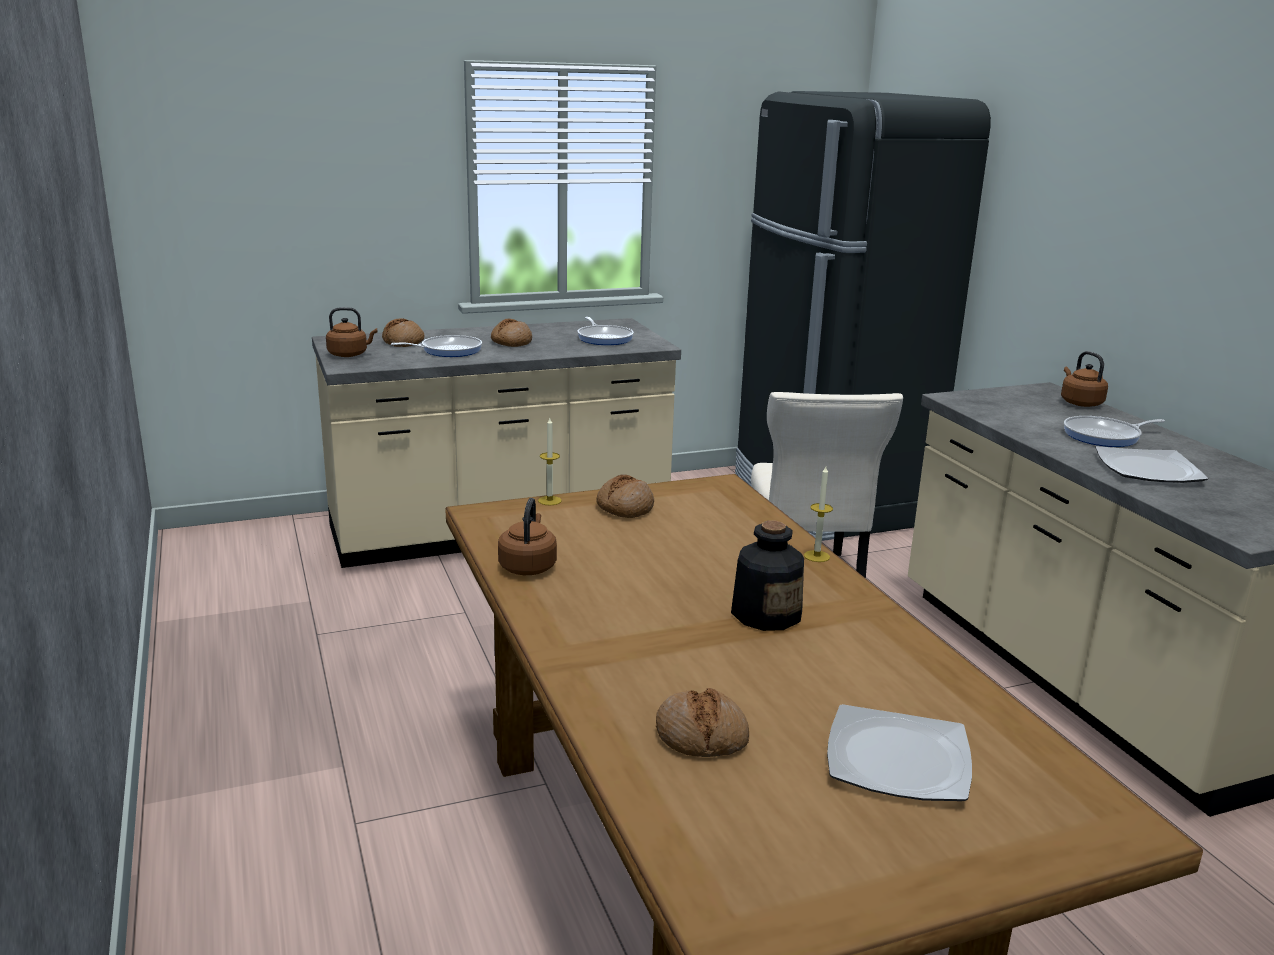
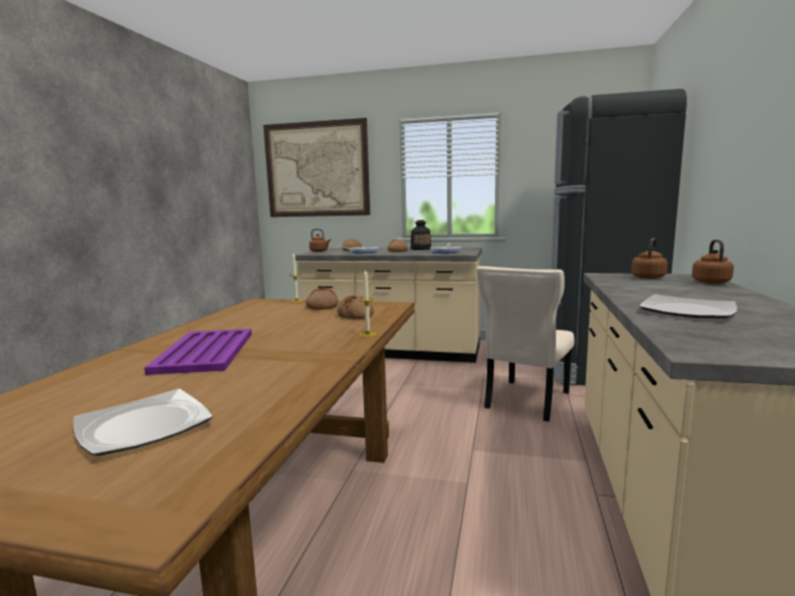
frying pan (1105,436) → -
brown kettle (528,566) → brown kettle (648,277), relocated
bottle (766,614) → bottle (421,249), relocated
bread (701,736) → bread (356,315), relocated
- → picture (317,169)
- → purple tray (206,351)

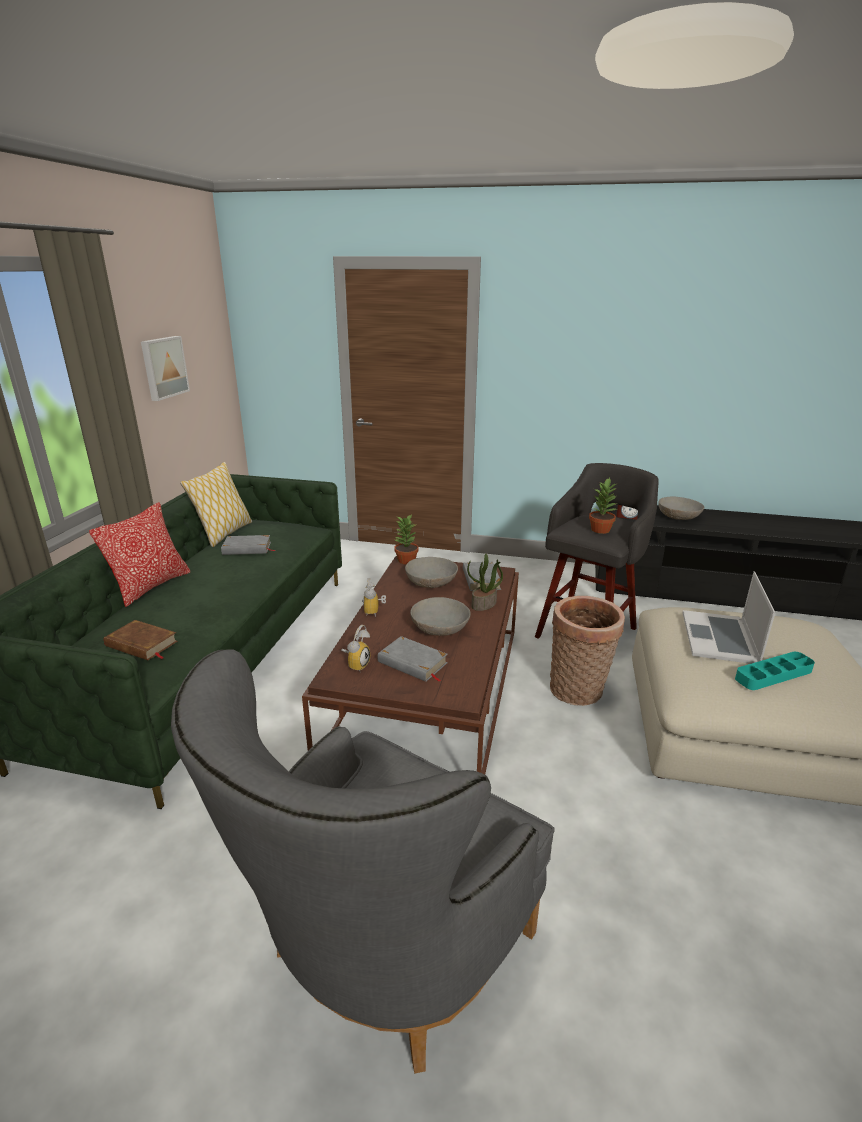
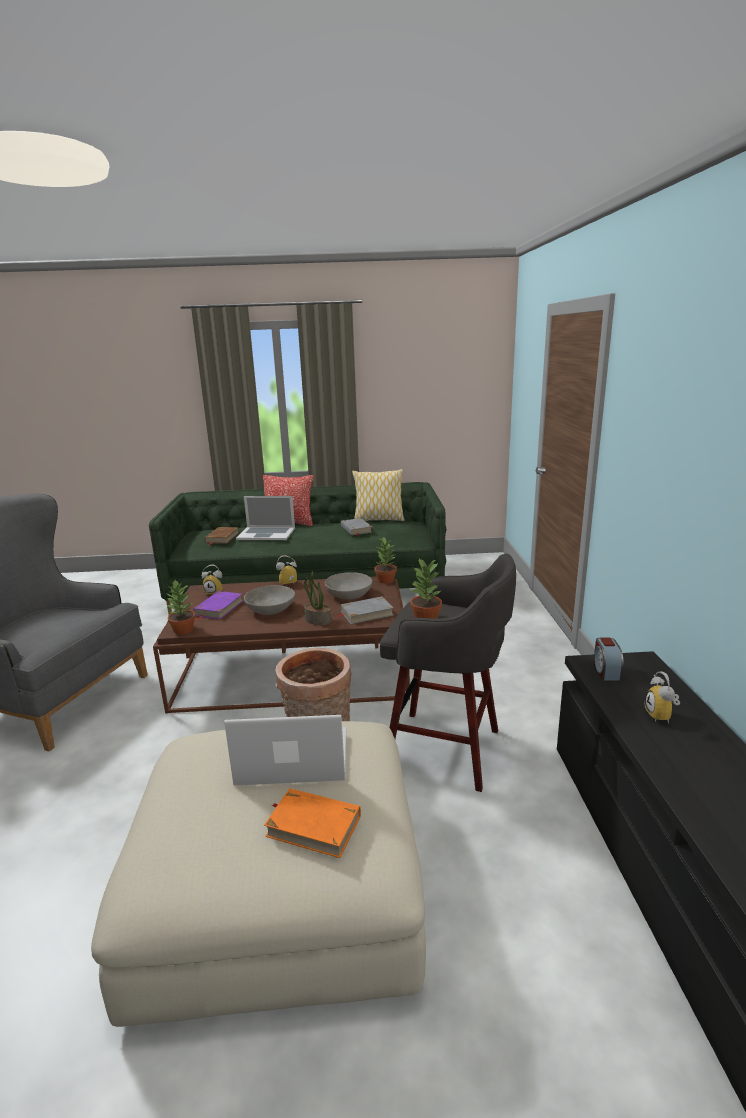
picture (163,367) → -
grey bowl (679,517) → alarm clock (662,716)
grey book (412,663) → purple book (219,608)
turquoise tray (773,674) → -
- → laptop (266,533)
- → potted plant (183,630)
- → orange book (313,825)

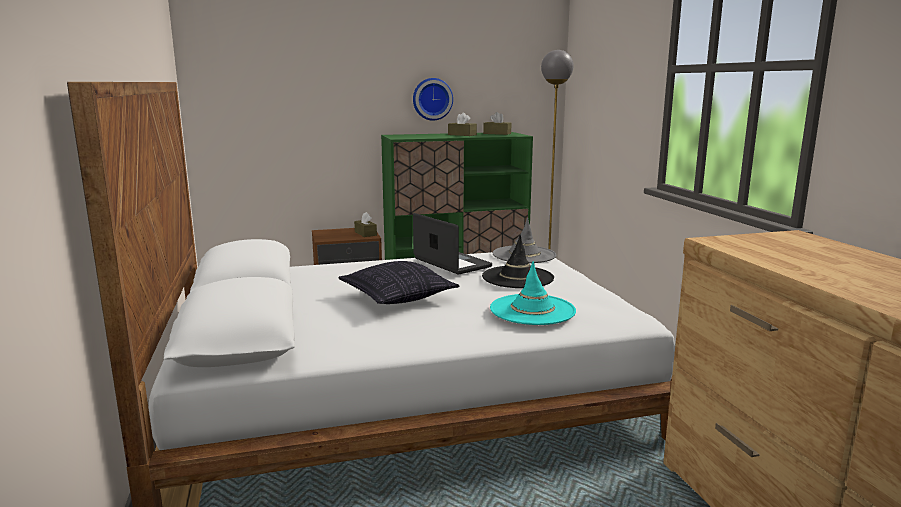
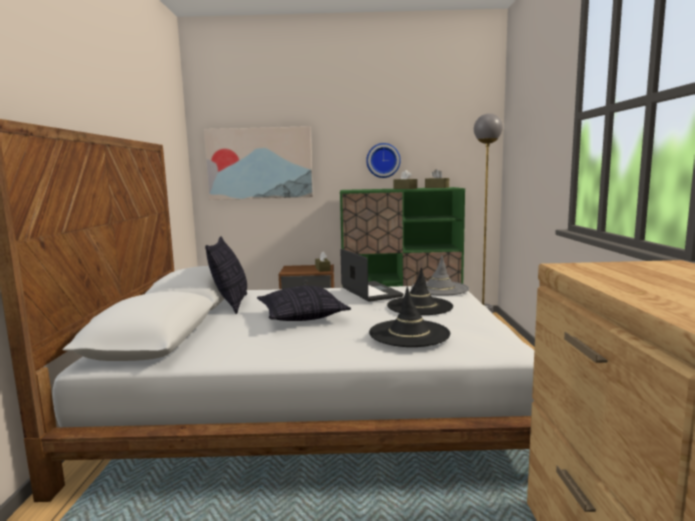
turquoise hat (532,310) → black hat (409,333)
- → picture (259,163)
- → pillow (231,304)

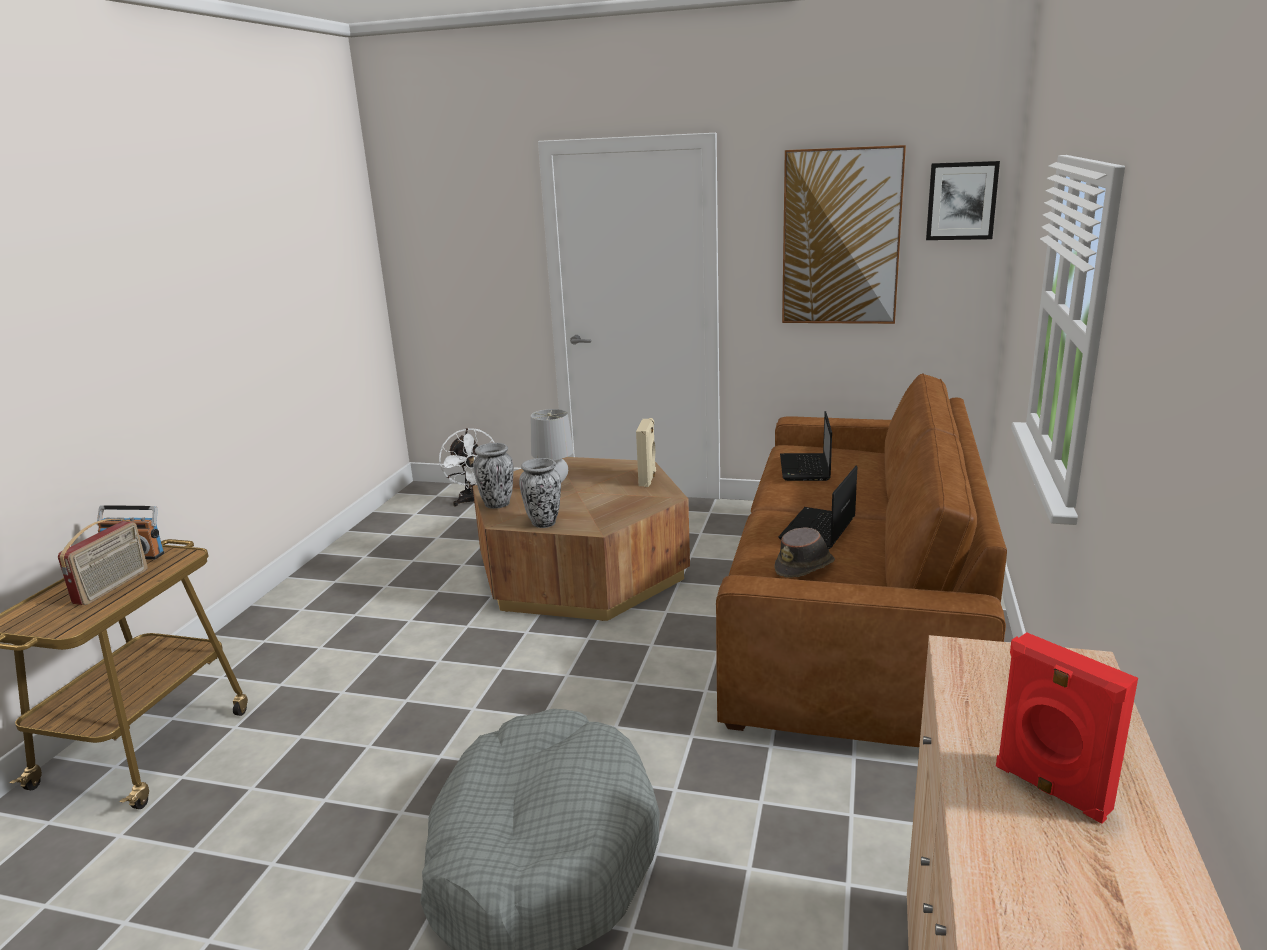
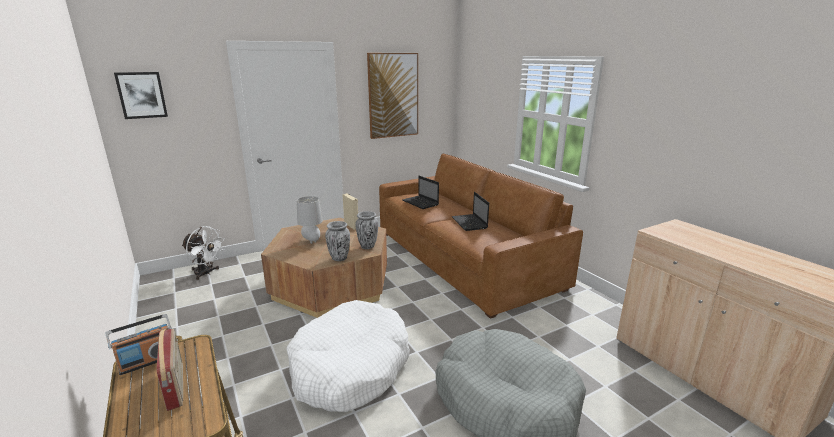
picture (961,201) → picture (142,95), relocated
vase (497,504) → vase (367,246), relocated
brown hat (805,567) → -
red speaker (1050,790) → -
- → white dog bed (350,367)

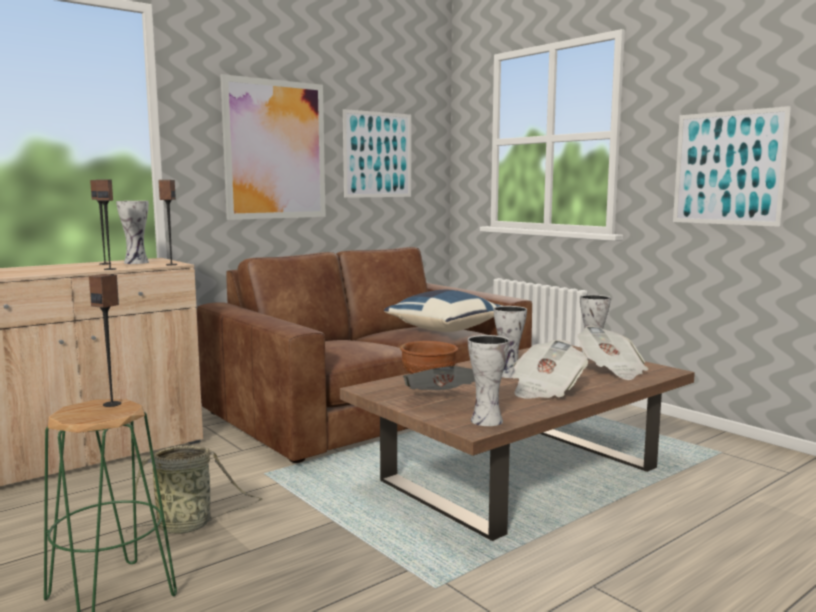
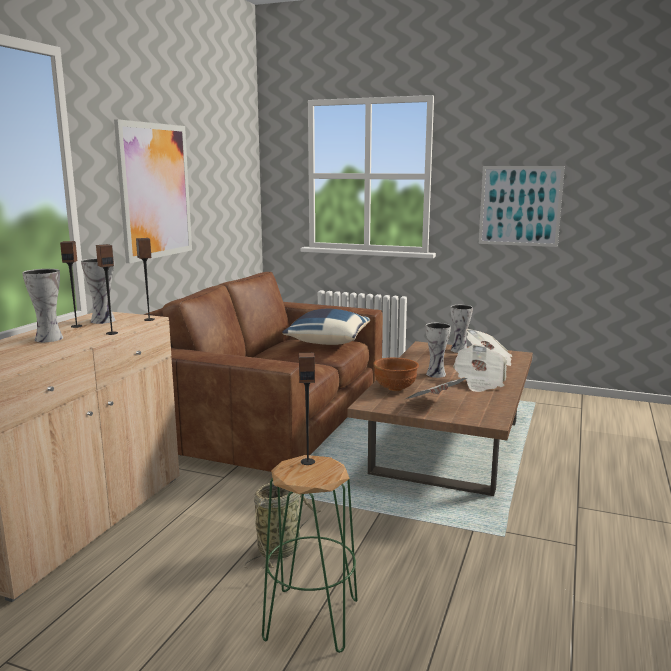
picture (378,155) → -
vase (485,420) → vase (47,338), relocated

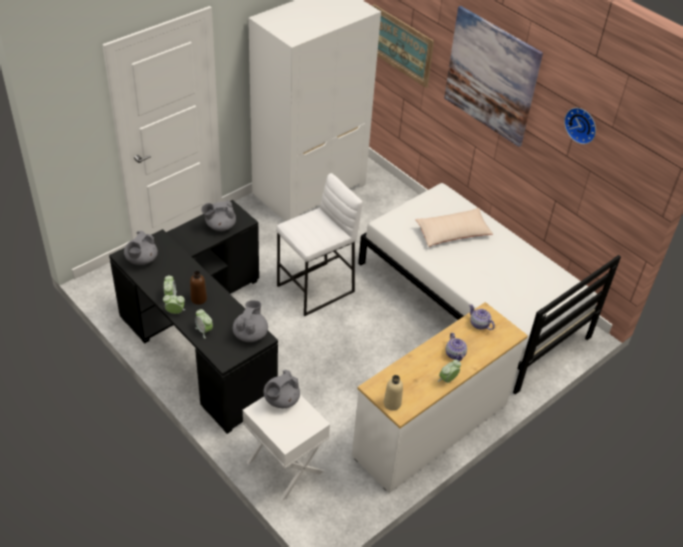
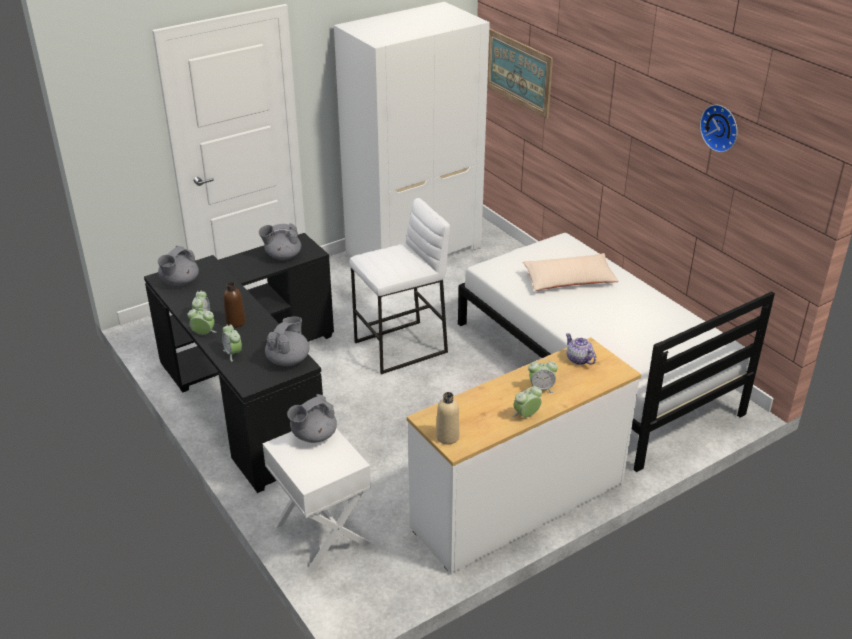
picture (491,76) → -
teapot (455,354) → alarm clock (541,388)

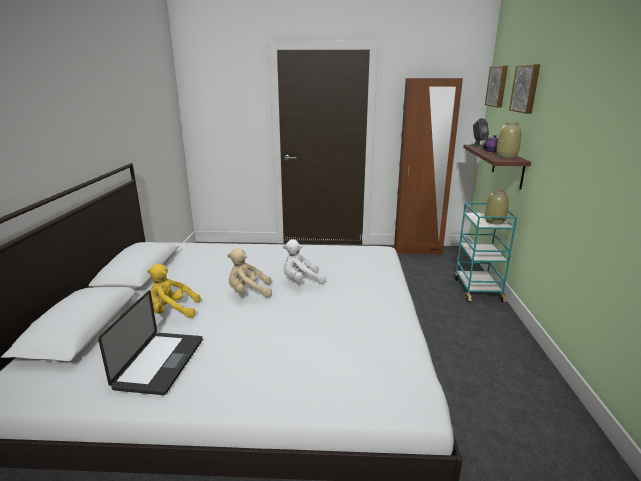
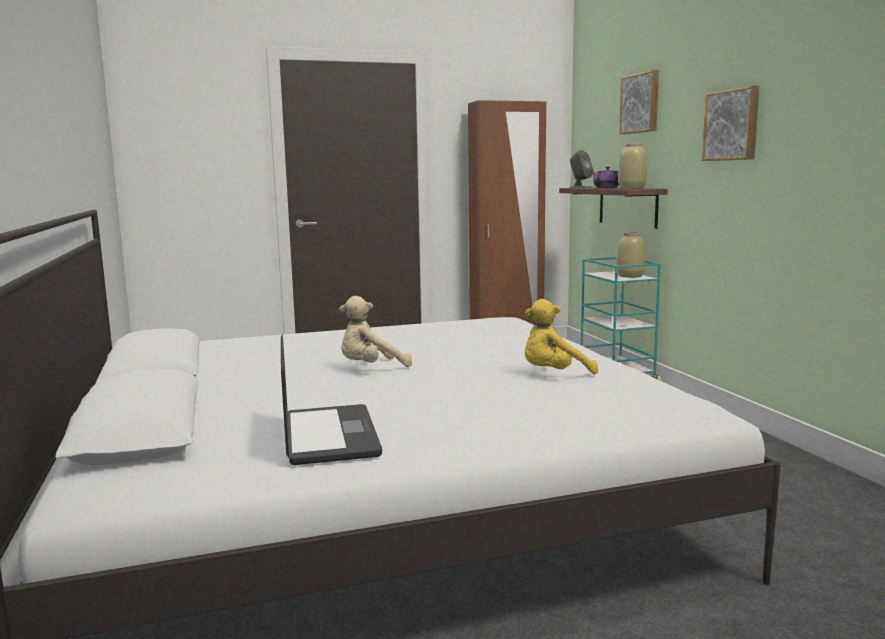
picture (498,86) → picture (732,125), relocated
white plush toy (301,281) → -
yellow plush toy (172,311) → yellow plush toy (554,375), relocated

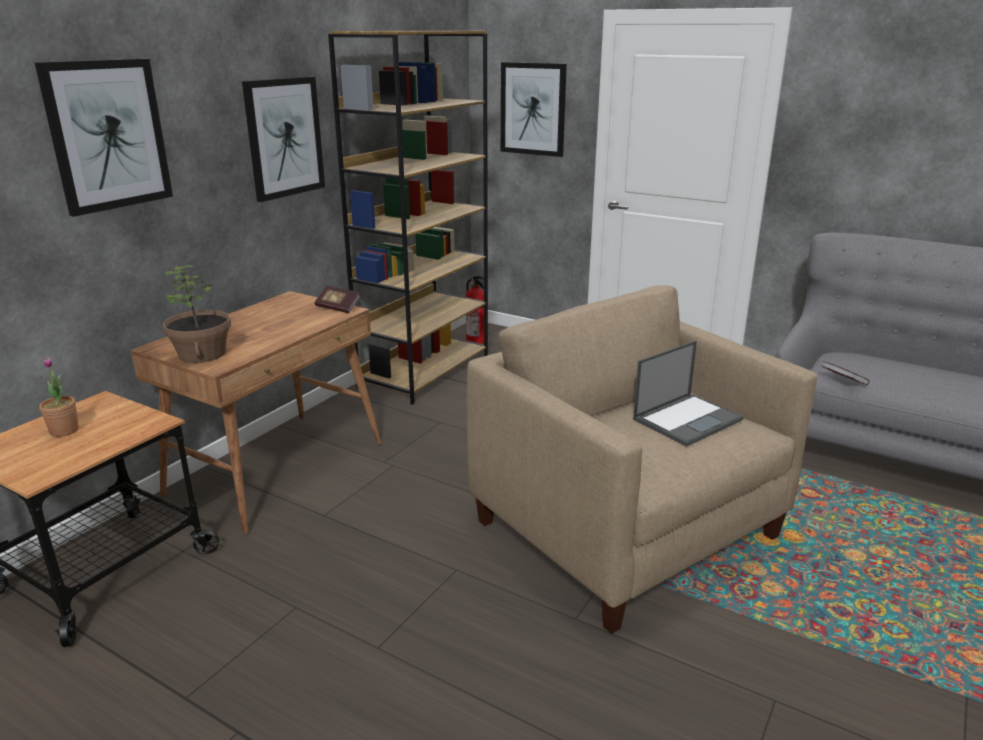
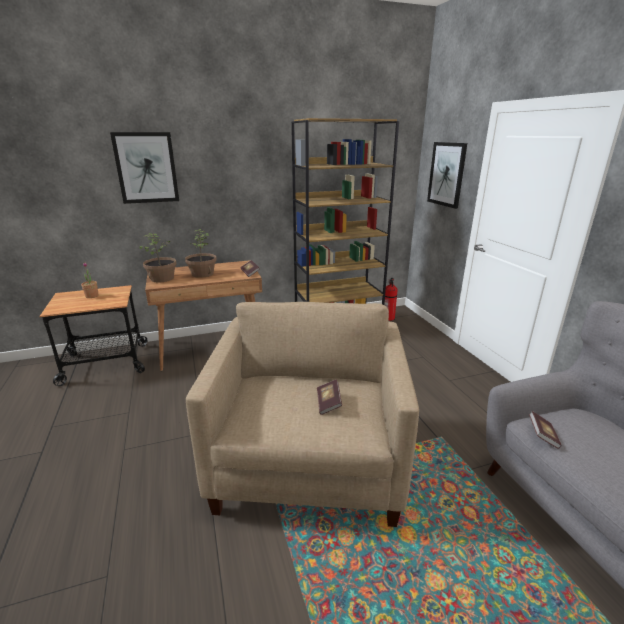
picture (284,138) → -
laptop (688,419) → book (328,403)
- → potted plant (202,274)

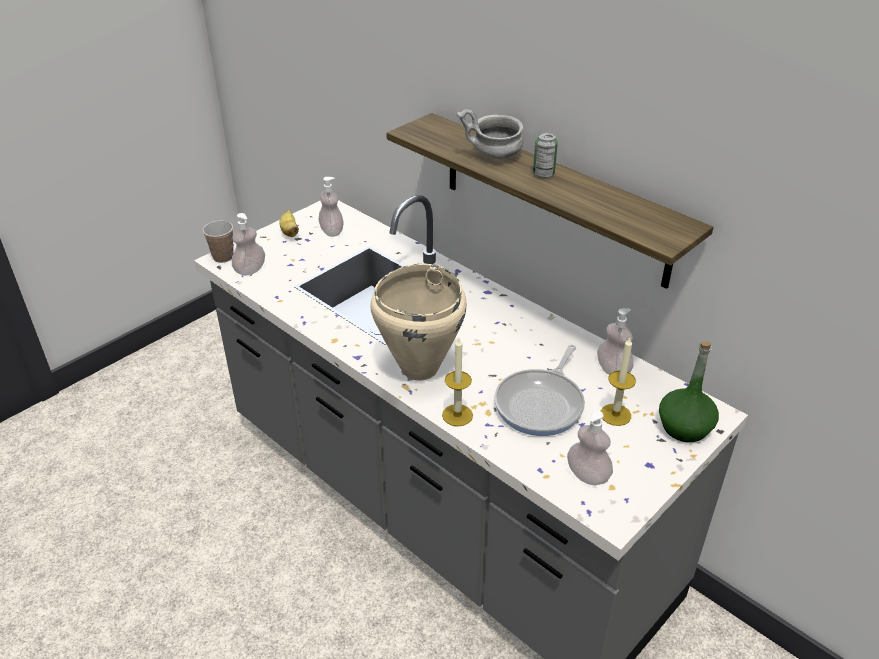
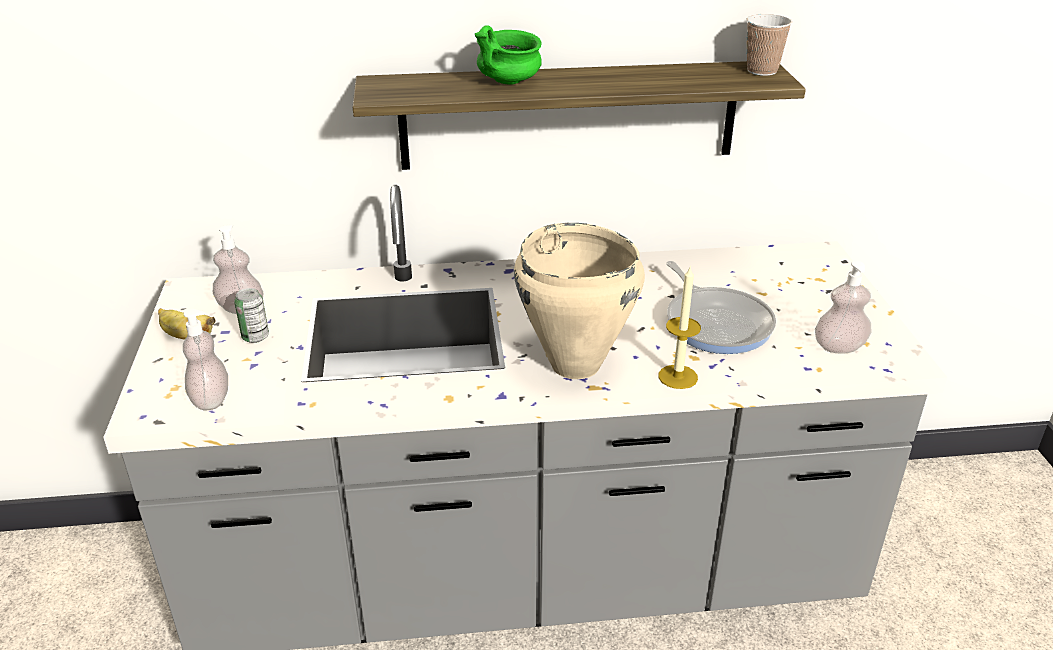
grey bowl (495,155) → green bowl (508,82)
can (543,174) → can (255,337), relocated
cup (223,257) → cup (762,71), relocated
soap dispenser (613,370) → -
candle (615,414) → -
green bottle (684,427) → -

